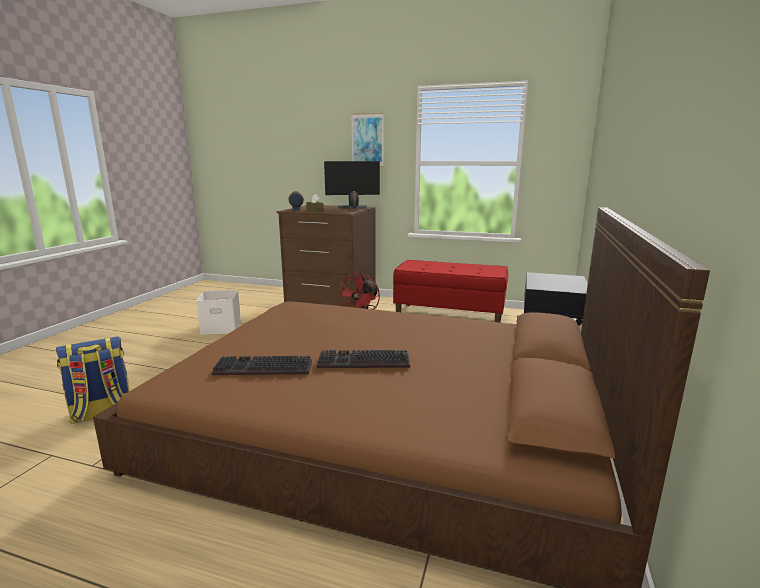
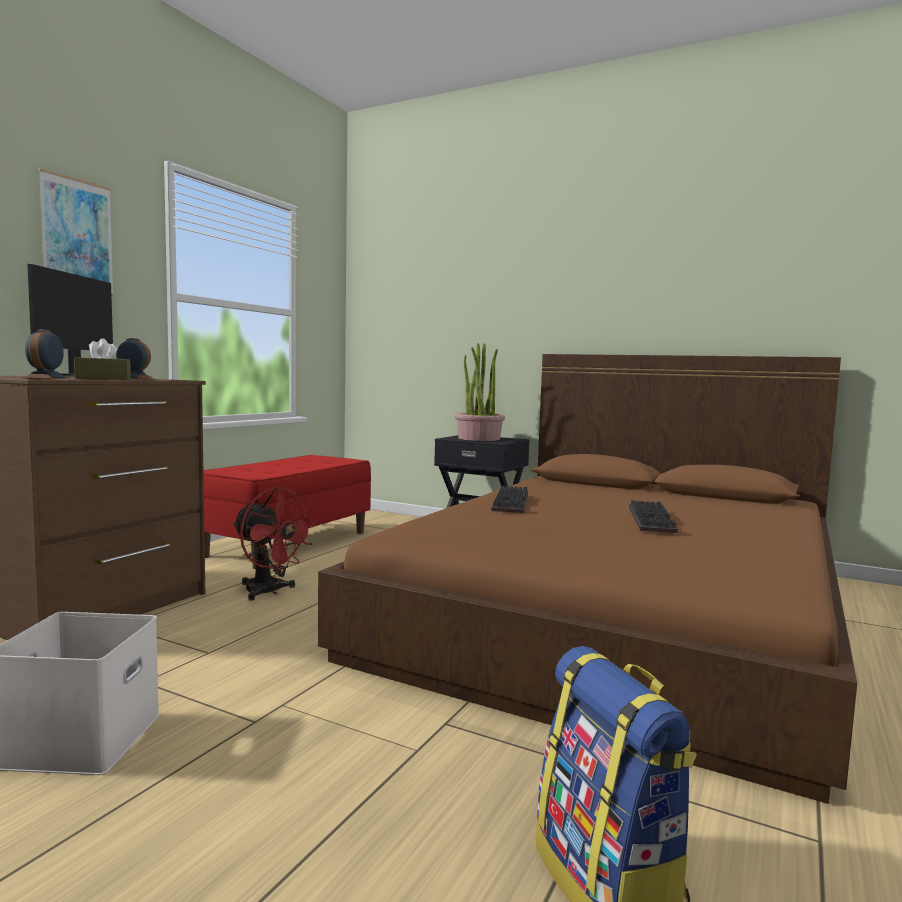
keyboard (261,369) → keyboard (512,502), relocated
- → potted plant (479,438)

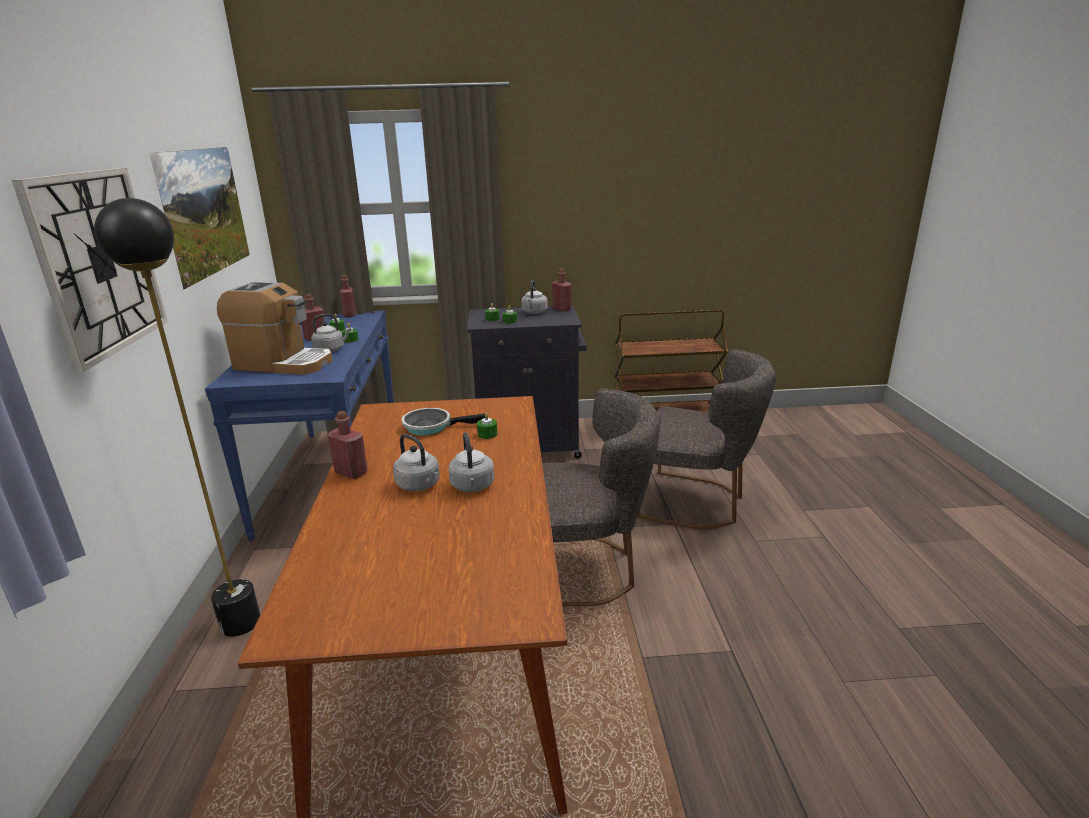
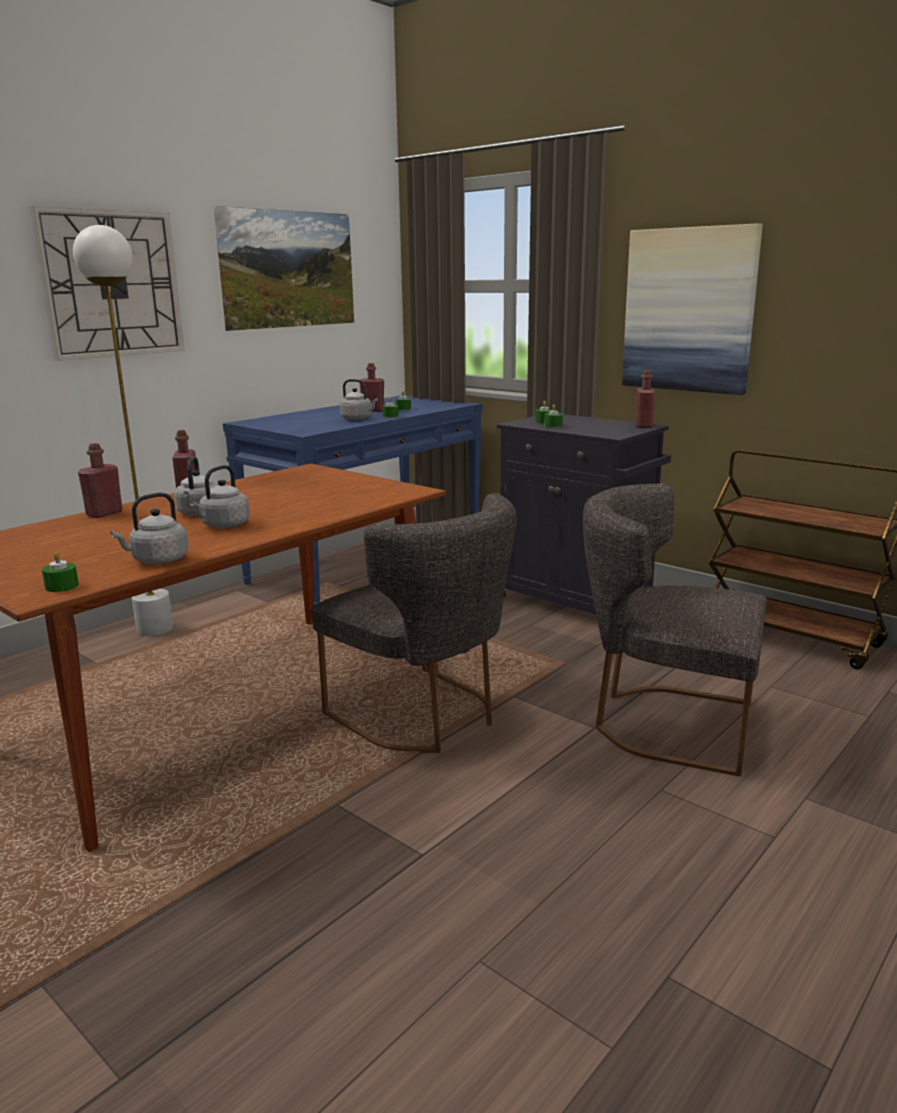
black floor lamp (240,623) → white floor lamp (155,629)
red bottle (350,314) → red bottle (104,513), relocated
grey kettle (534,313) → grey kettle (157,560), relocated
coffee machine (283,364) → -
grey chair (697,503) → grey chair (664,723), 135 degrees clockwise
frying pan (432,426) → -
green candle (487,434) → green candle (62,586), relocated
- → picture (689,310)

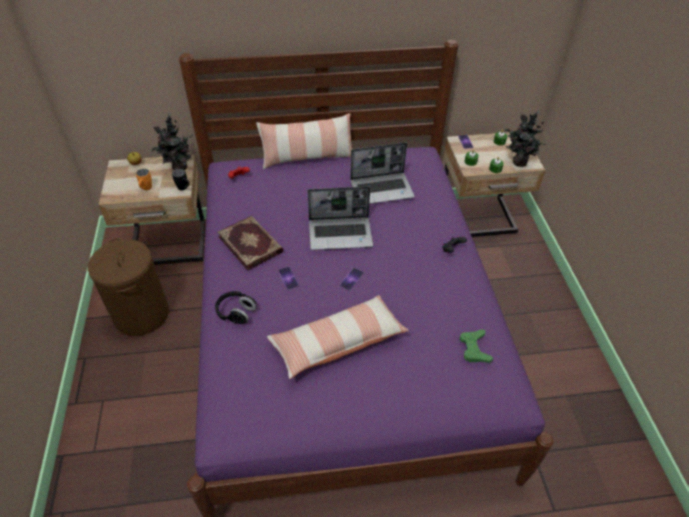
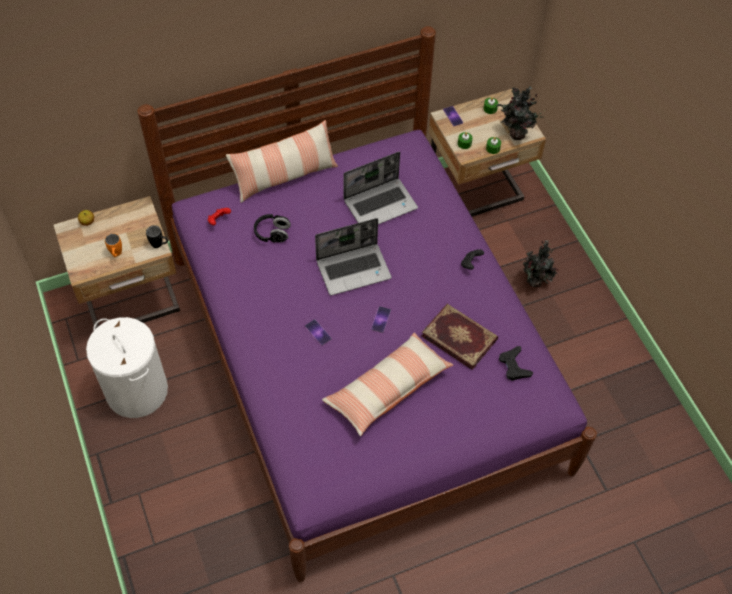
potted plant (179,168) → potted plant (535,282), relocated
book (251,243) → book (460,337), relocated
brown laundry basket (141,314) → white laundry basket (136,390)
black headphones (236,313) → black headphones (272,233), relocated
green game controller (474,348) → black game controller (514,366)

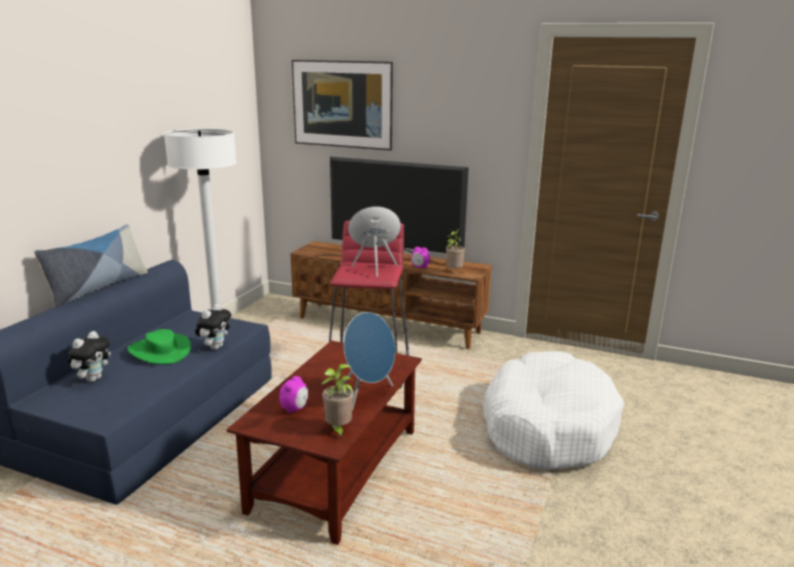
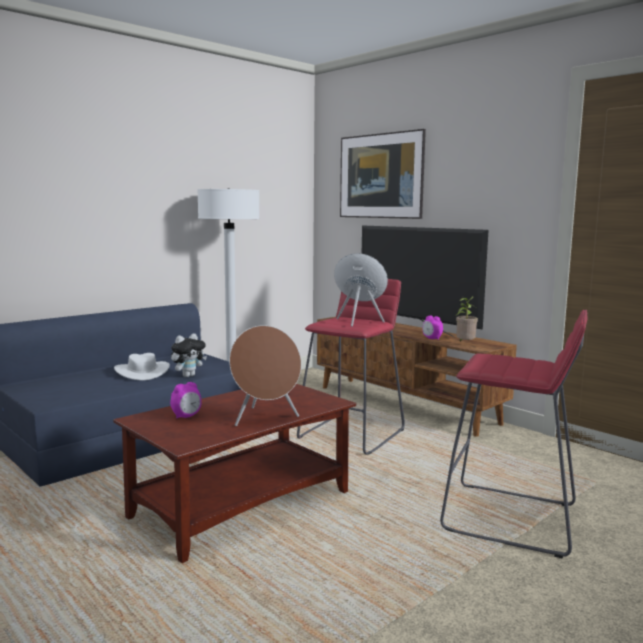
pillow (98,287) → -
blue speaker (367,395) → brown speaker (265,419)
green hat (160,351) → white hat (142,372)
plush toy (93,379) → -
white dog bed (547,426) → red stool (511,519)
potted plant (338,429) → -

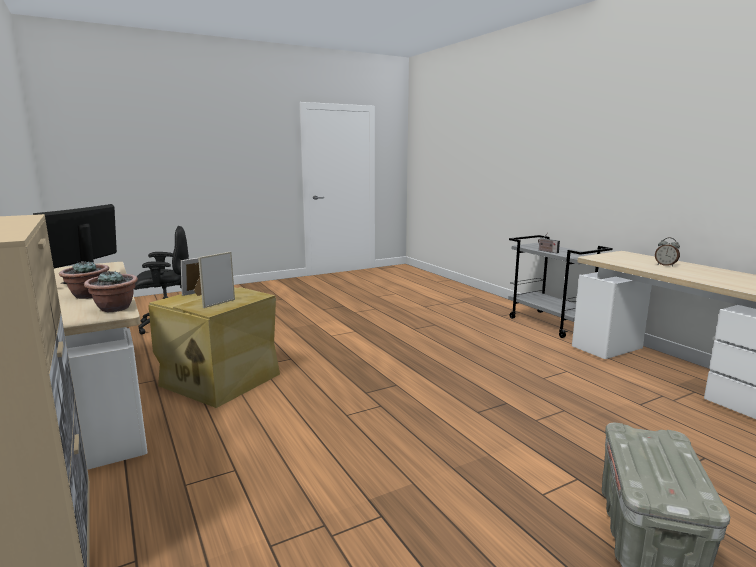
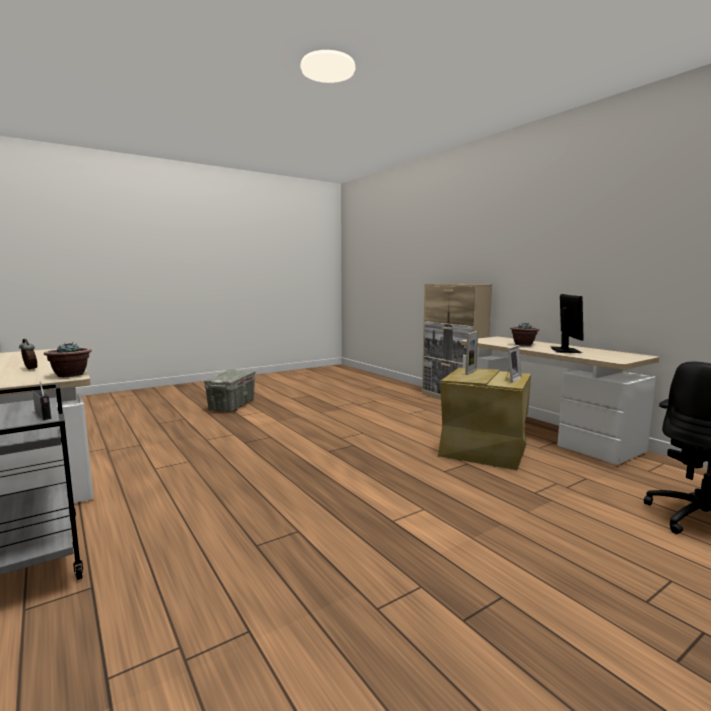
potted plant (115,308) → potted plant (70,375), relocated

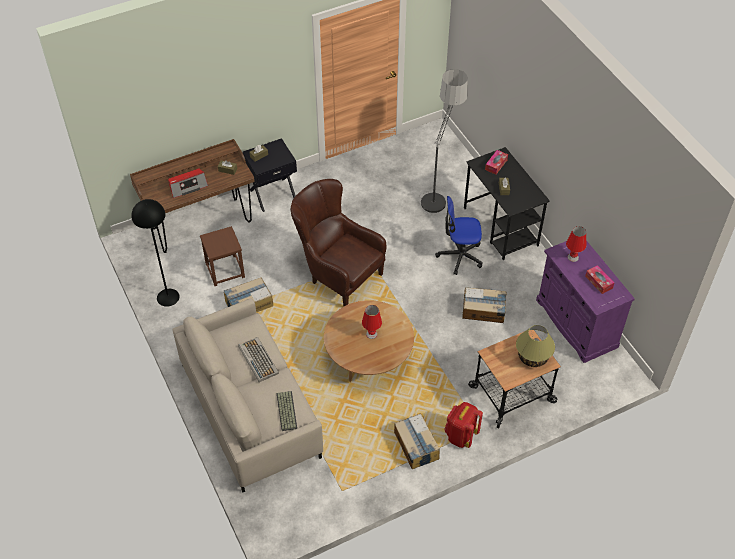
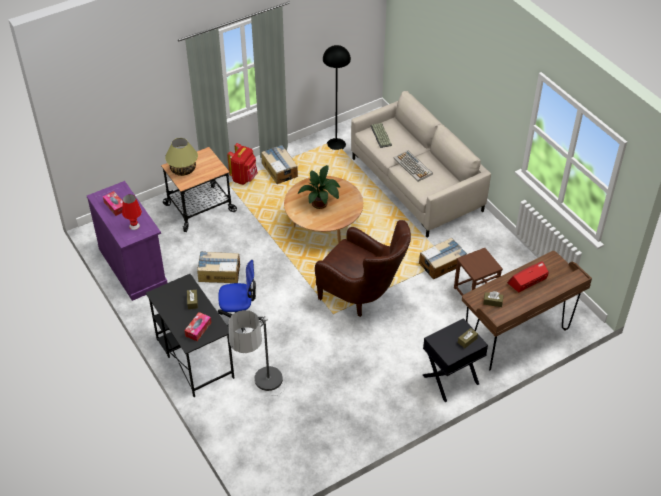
black floor lamp (167,297) → black floor lamp (336,144), relocated
red table lamp (371,334) → potted plant (321,203)

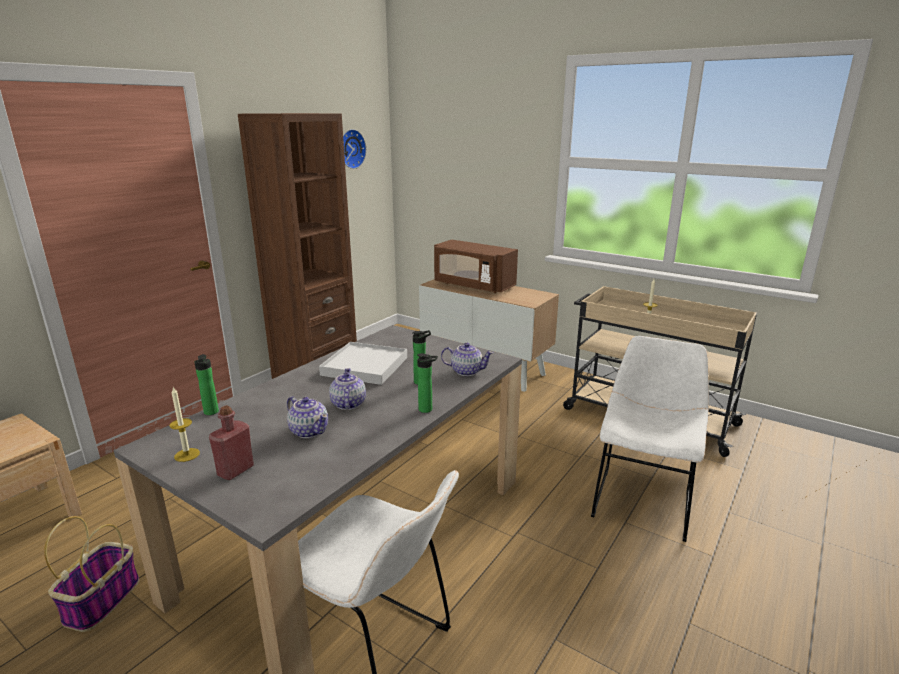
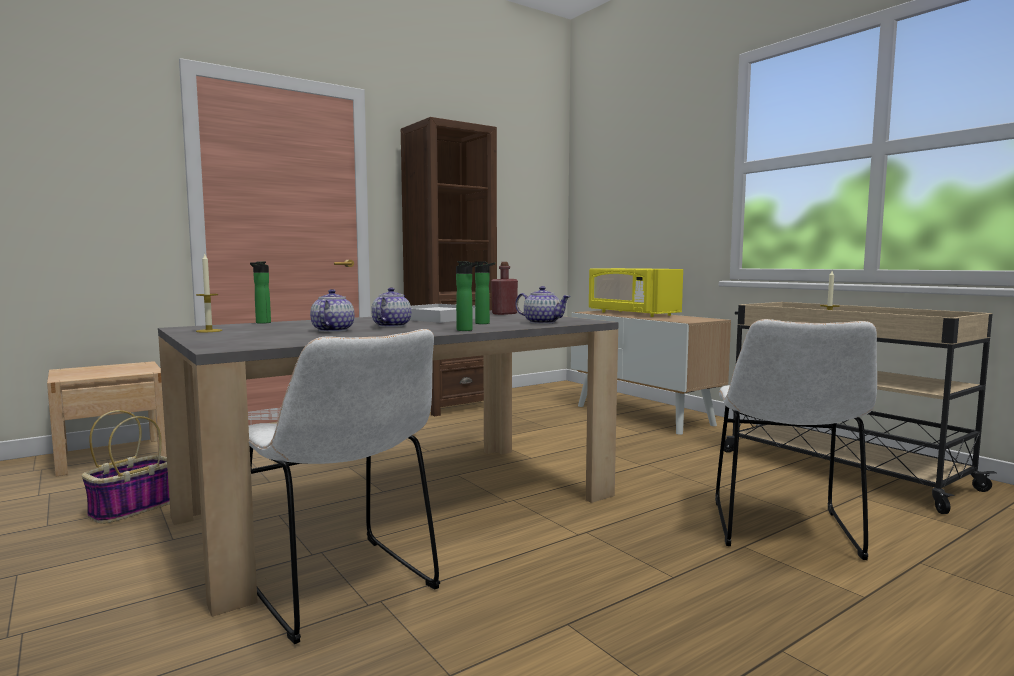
wall clock (350,149) → -
brown microwave (473,285) → yellow microwave (631,313)
white chair (642,499) → white chair (784,531), 150 degrees clockwise
teapot (309,431) → teapot (332,330), 150 degrees counterclockwise
red bottle (235,470) → red bottle (504,313), relocated

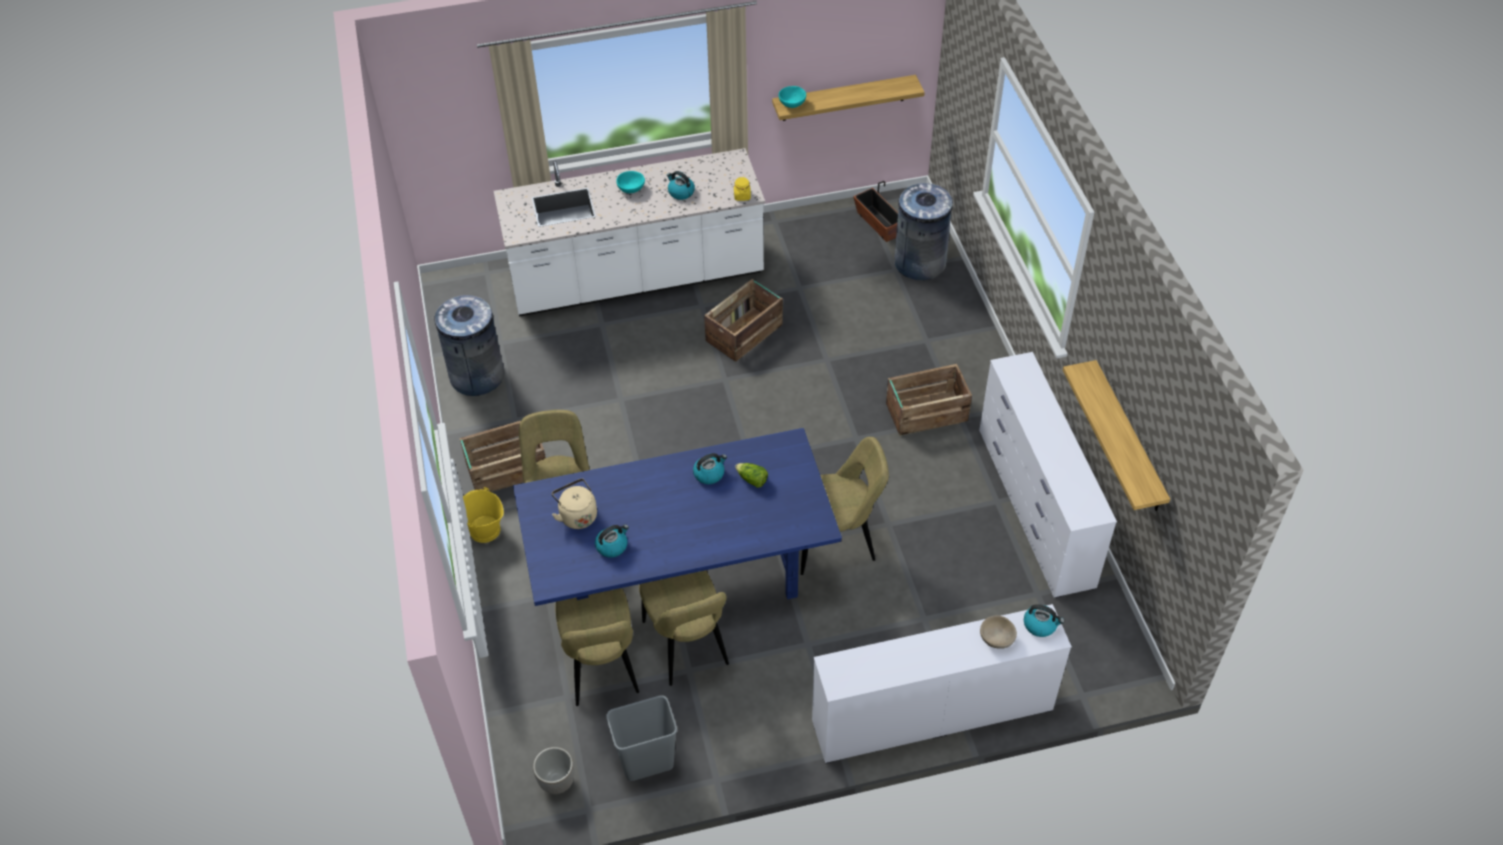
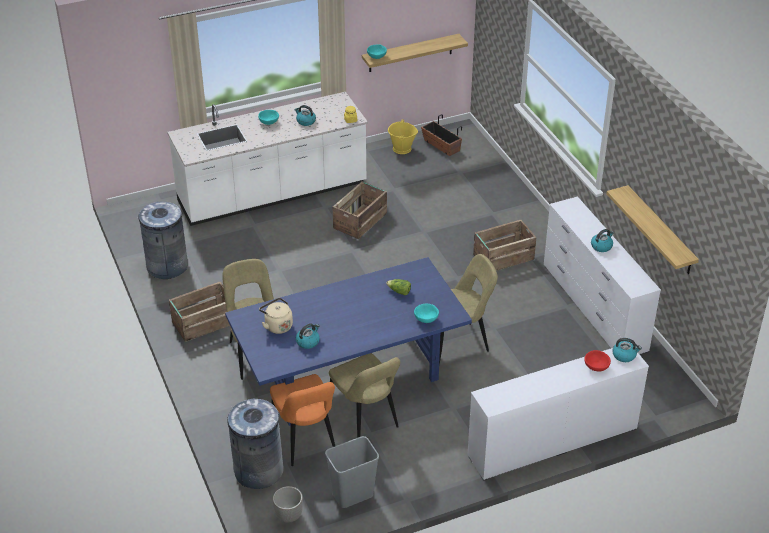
grey trash can (919,262) → grey trash can (258,470), relocated
kettle (709,474) → kettle (601,246), relocated
yellow bucket (484,530) → yellow bucket (401,149), relocated
beige chair (602,669) → orange chair (305,441)
beige bowl (996,639) → red bowl (596,367)
- → turquoise bowl (426,319)

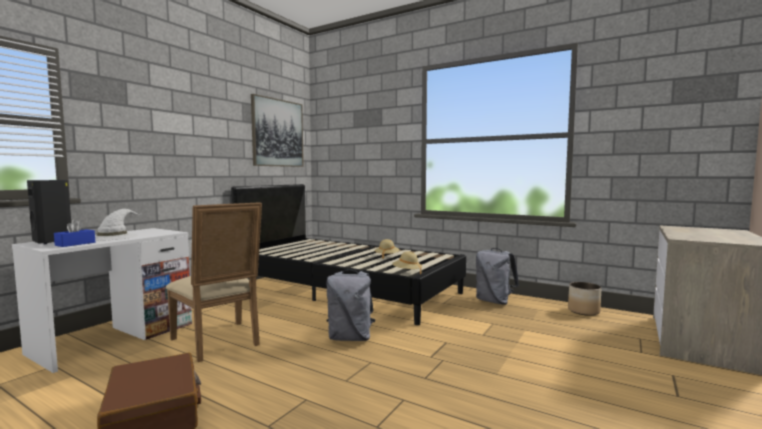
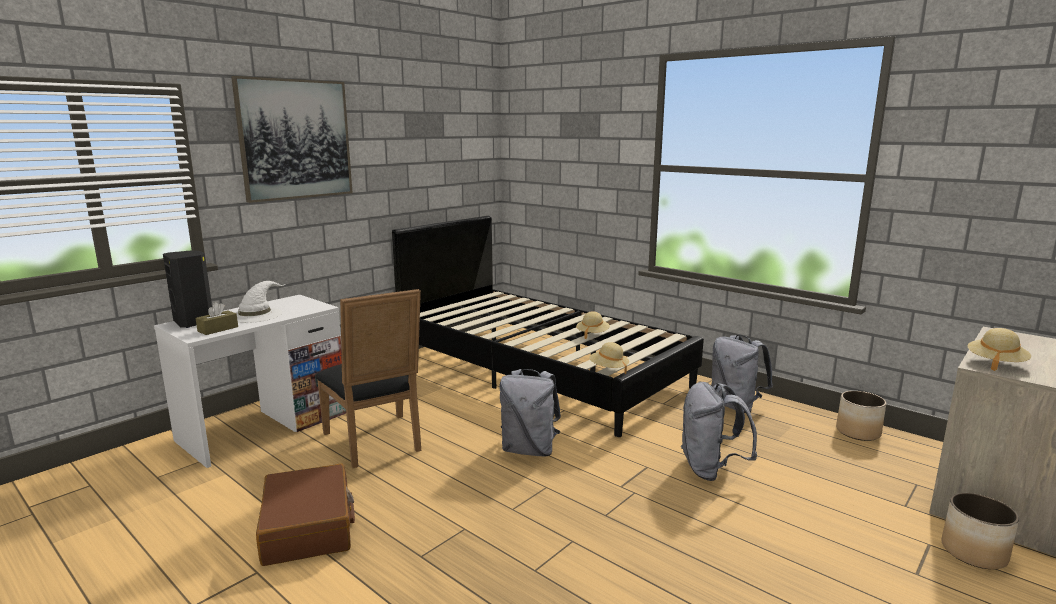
picture (277,133) → picture (295,139), relocated
beige chair (219,343) → black chair (376,443)
blue tissue box (75,244) → brown tissue box (218,329)
- → beige hat (995,363)
- → grey backpack (711,470)
- → planter (974,553)

